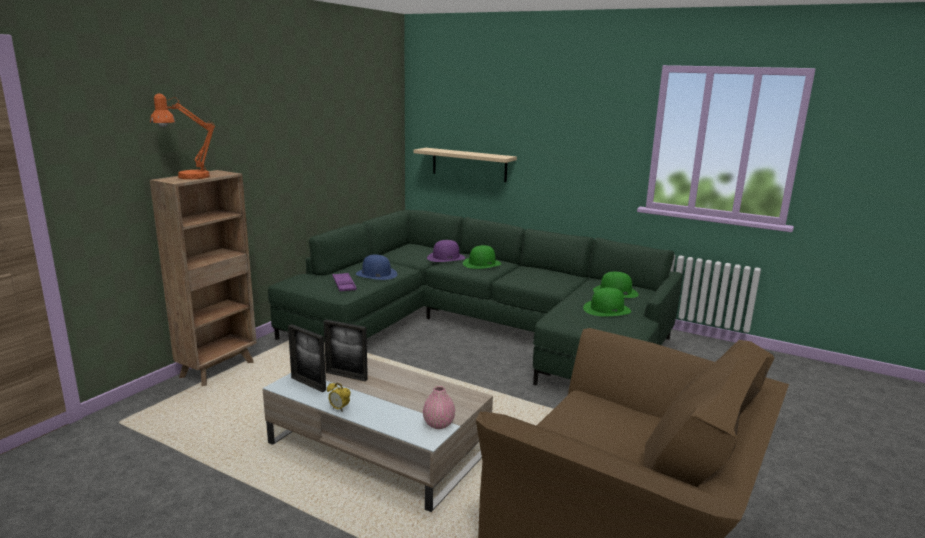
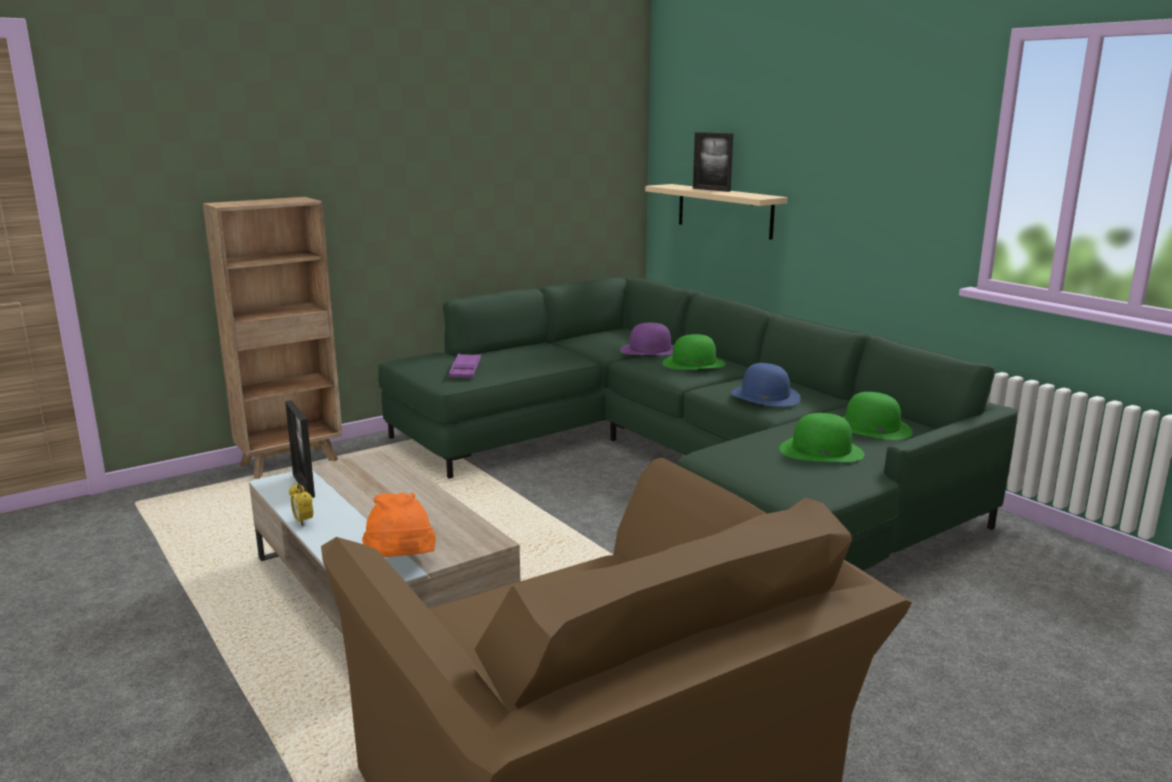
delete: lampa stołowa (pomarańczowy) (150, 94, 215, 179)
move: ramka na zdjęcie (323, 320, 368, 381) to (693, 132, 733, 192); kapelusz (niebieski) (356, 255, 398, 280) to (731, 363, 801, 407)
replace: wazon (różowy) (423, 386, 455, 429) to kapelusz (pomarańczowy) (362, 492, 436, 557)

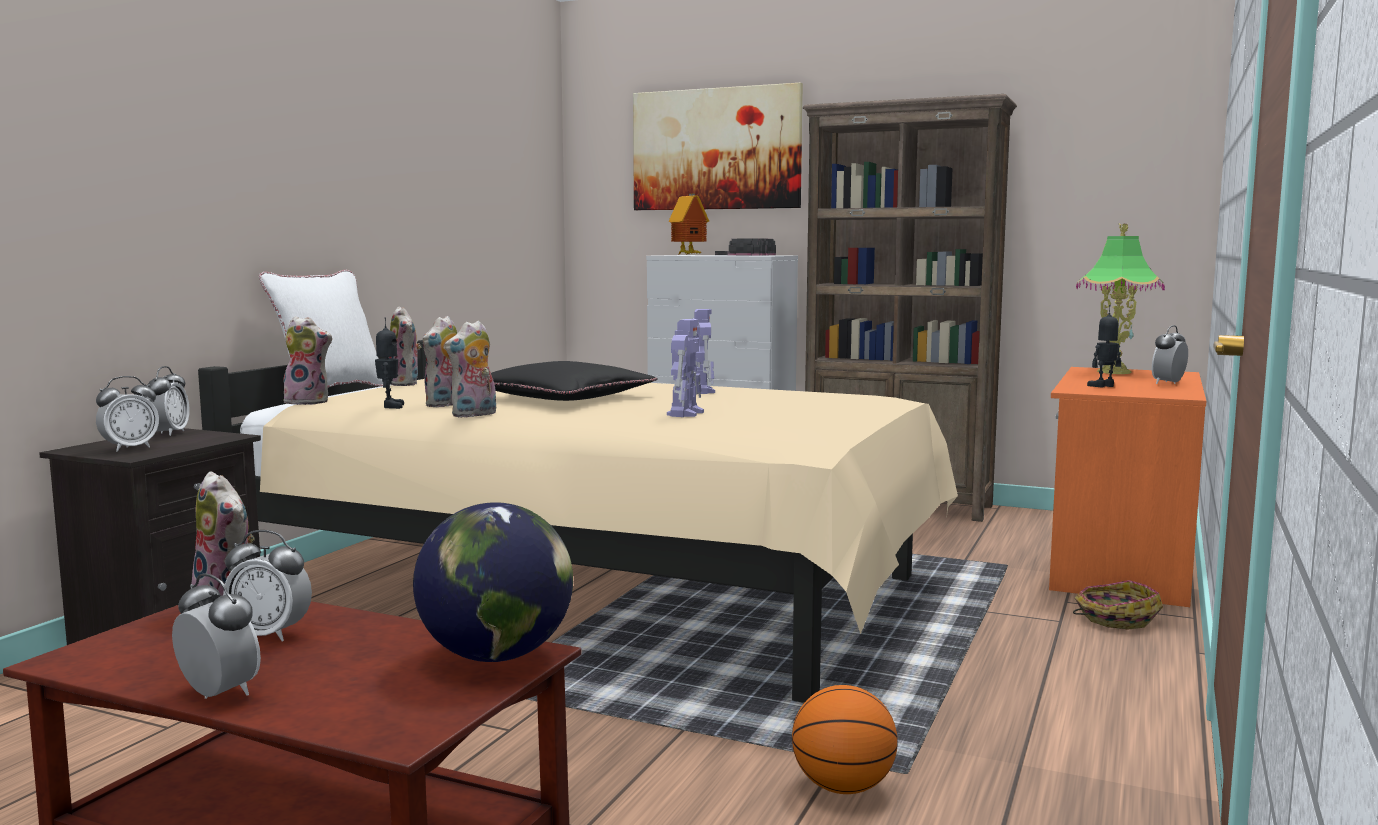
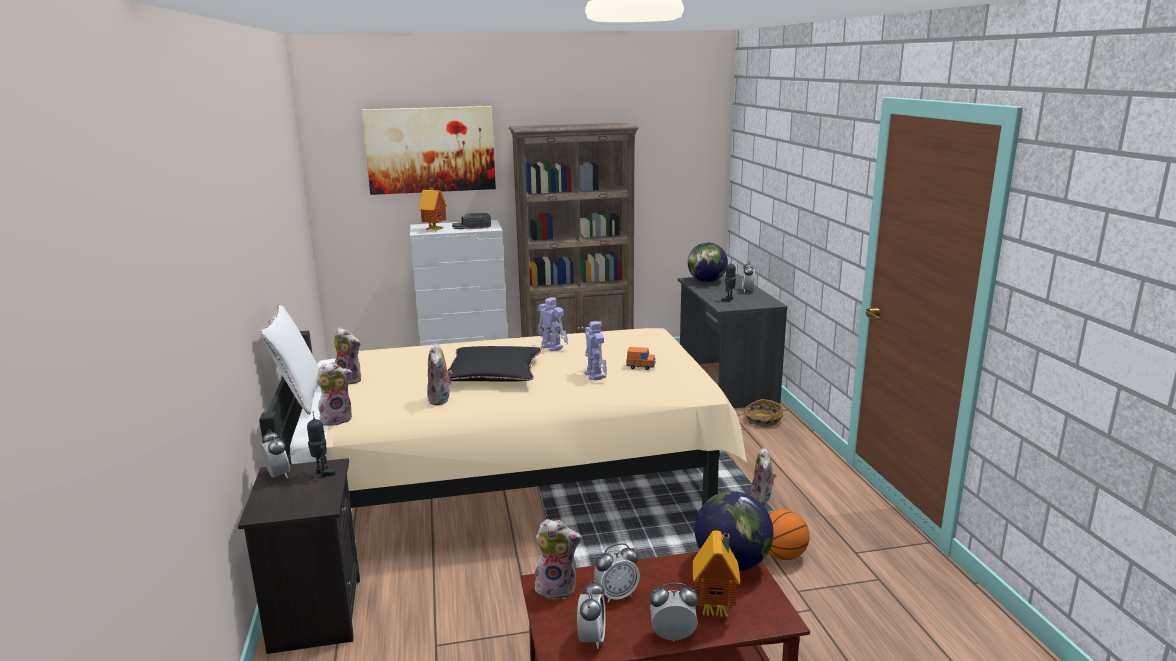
insert: samochodzik (pomarańczowy) (626, 347, 656, 370); domek (693, 530, 740, 618)
move: budzik (96, 376, 159, 452) to (577, 580, 606, 649); robot zabawkowy (375, 317, 404, 409) to (307, 412, 336, 477); pluszak (444, 321, 496, 418) to (751, 447, 777, 503)
replace: lampa stołowa (1076, 224, 1165, 374) to globus (688, 243, 728, 283)
recolor: biurko (pomarańczowy) (1049, 367, 1206, 607) to biurko (szary) (678, 274, 788, 408)

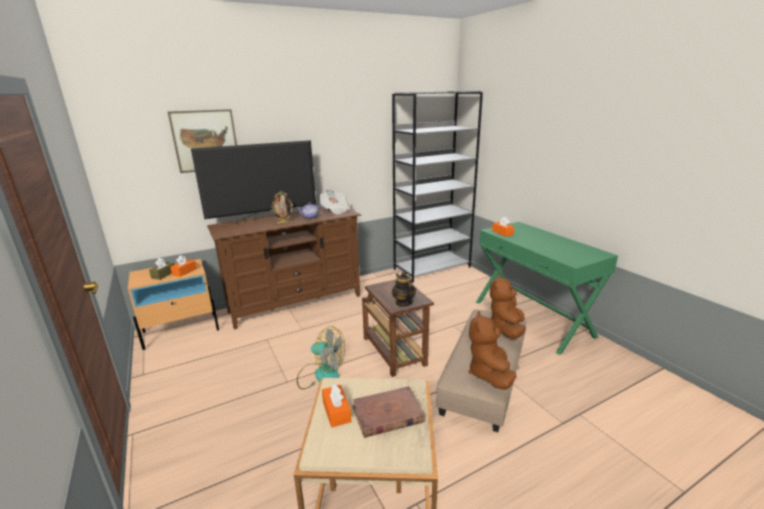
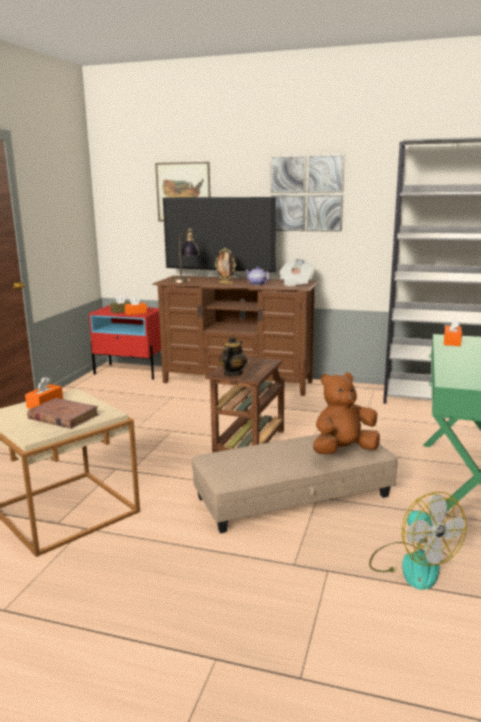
delete: pluszak (brązowy) (469, 311, 516, 390)
insert: lampa stołowa (172, 229, 200, 283); obraz (271, 154, 345, 232)
move: wentylator (297, 326, 345, 389) to (369, 492, 466, 590)
recolor: szafka nocna (beżowy) (128, 259, 219, 350) to szafka nocna (czerwony) (89, 305, 161, 380)

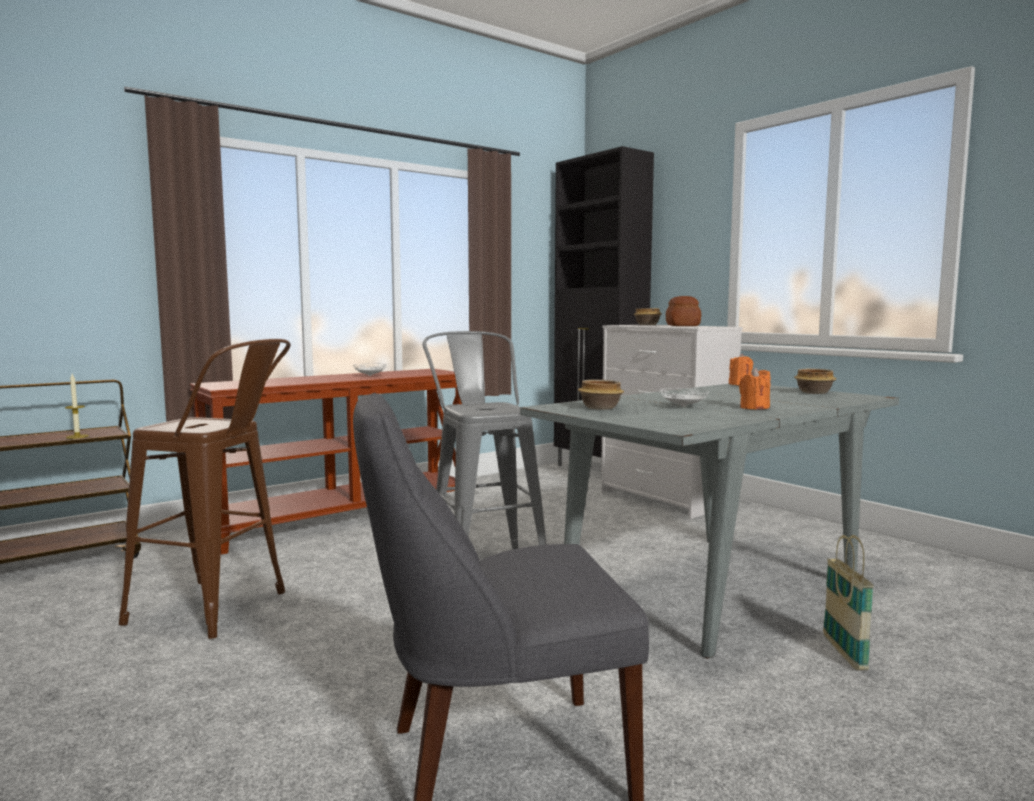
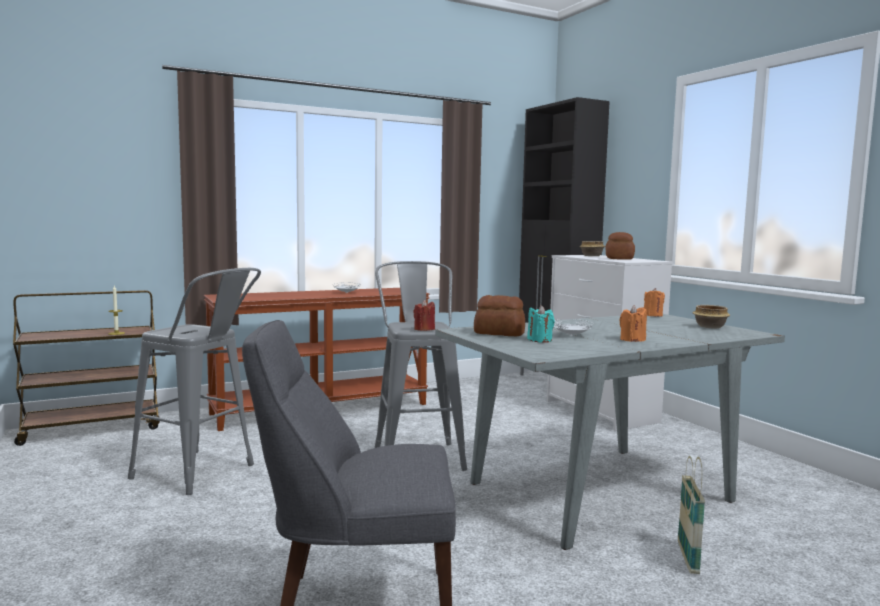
insert: świeca (czerwony) (413, 300, 435, 331); świeca (turkusowy) (527, 305, 555, 343)
replace: miska (578, 380, 624, 410) to chleb (474, 295, 525, 336)
recolor: stołek (brązowy) (119, 339, 291, 639) to stołek (szary) (128, 268, 261, 495)

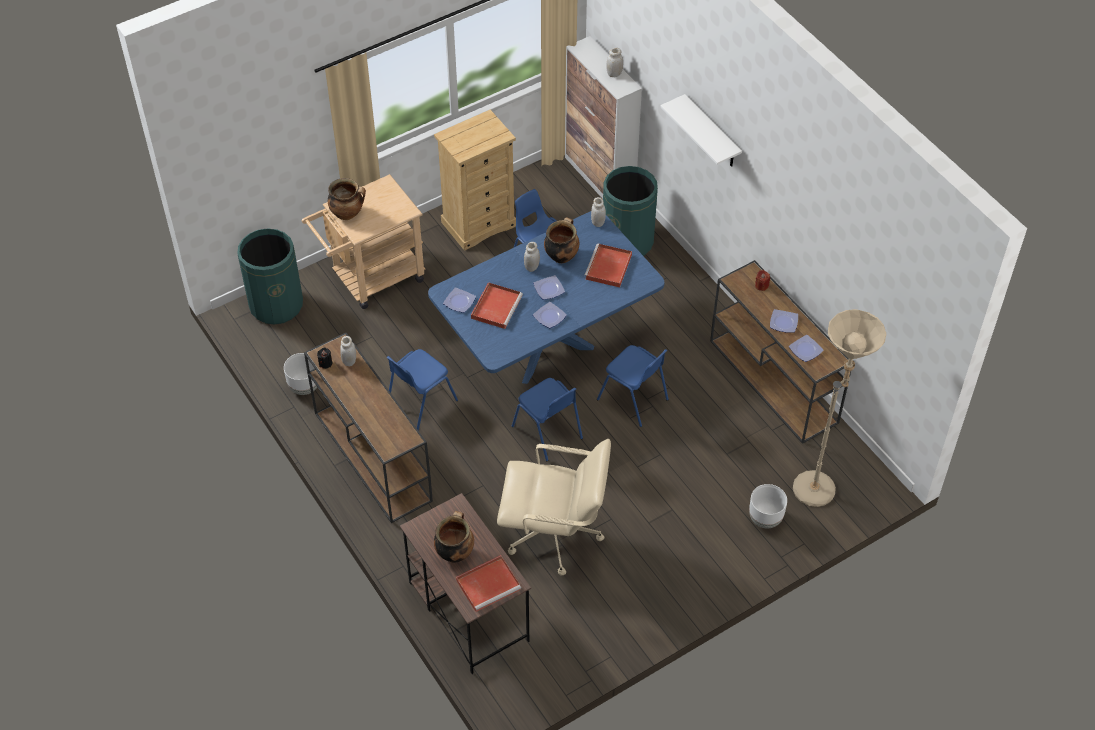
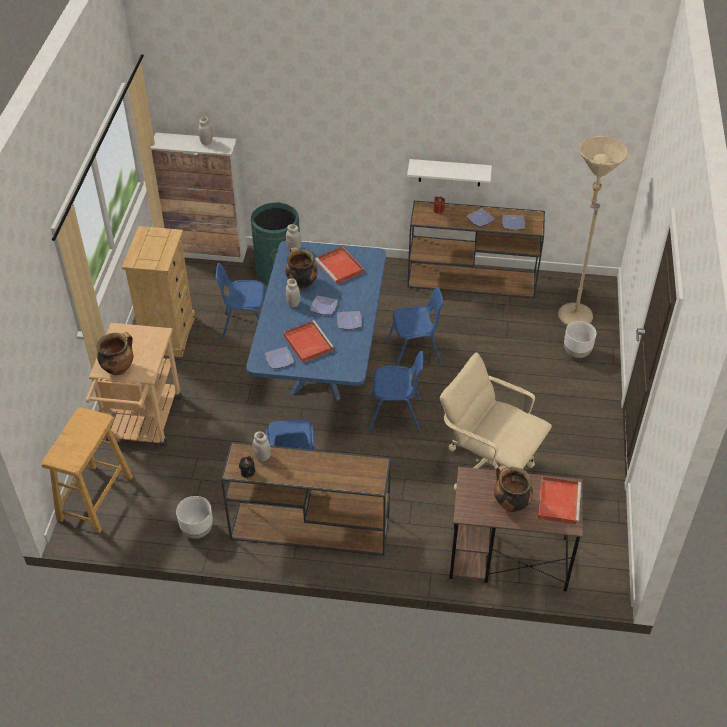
move: półka (biały) (660, 94, 742, 167) to (407, 159, 492, 186)
replace: kosz na śmieci (zielony) (237, 228, 303, 324) to stołek (beżowy) (41, 407, 133, 533)
rotate: krzesło biurowe (beżowy) (497, 439, 611, 575) = (440, 353, 552, 490) 105 degrees counterclockwise

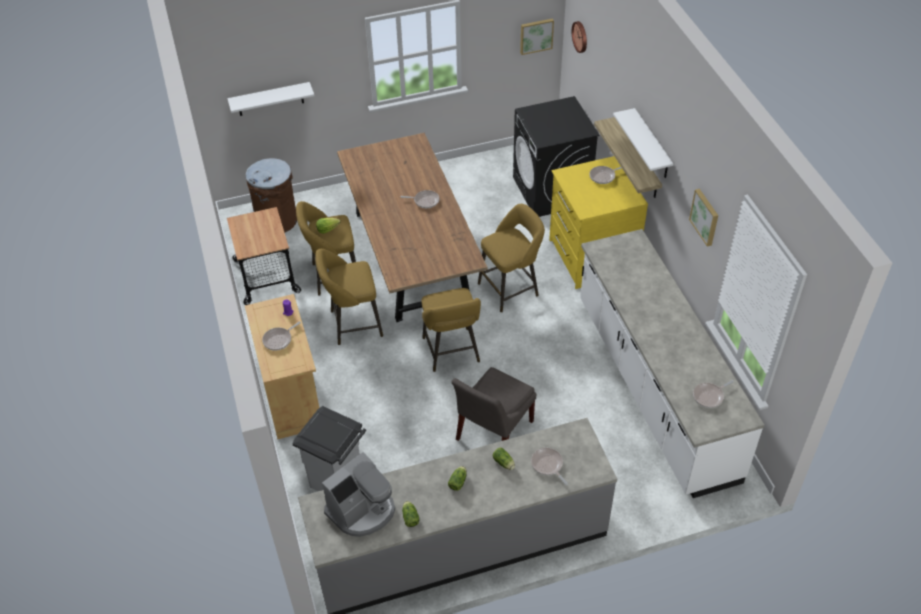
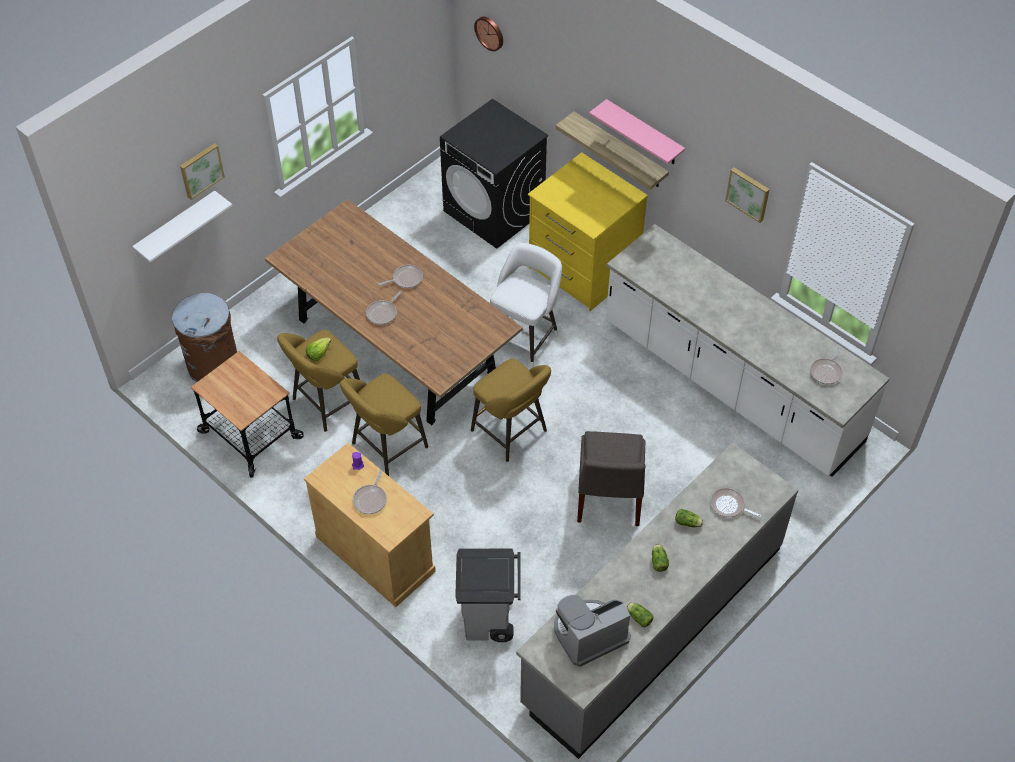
move: obraz (520, 18, 554, 55) to (180, 143, 225, 200); patelnia (590, 166, 622, 184) to (366, 291, 402, 325)
recolor: stołek (żółty) (478, 204, 545, 313) to stołek (biały) (490, 243, 562, 368); półka (biały) (613, 108, 673, 178) to półka (różowy) (589, 99, 685, 164)
rotate: ekspres do kawy (322, 452, 395, 537) = (554, 595, 631, 667) 135 degrees counterclockwise

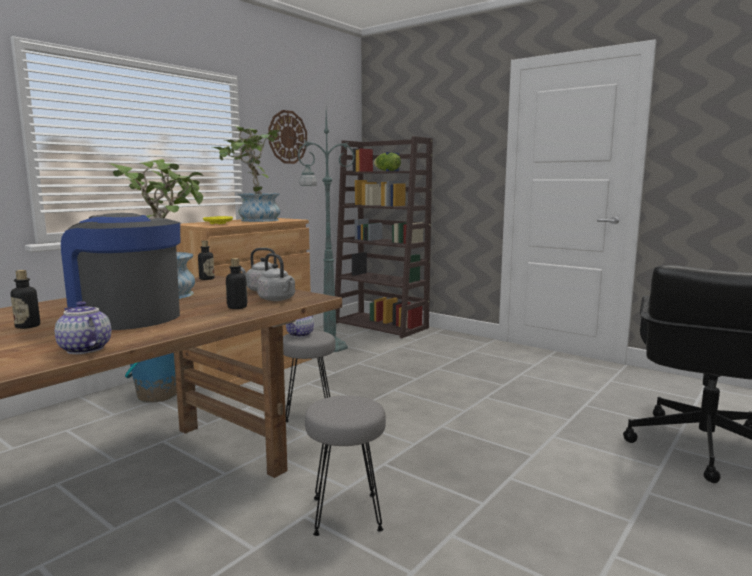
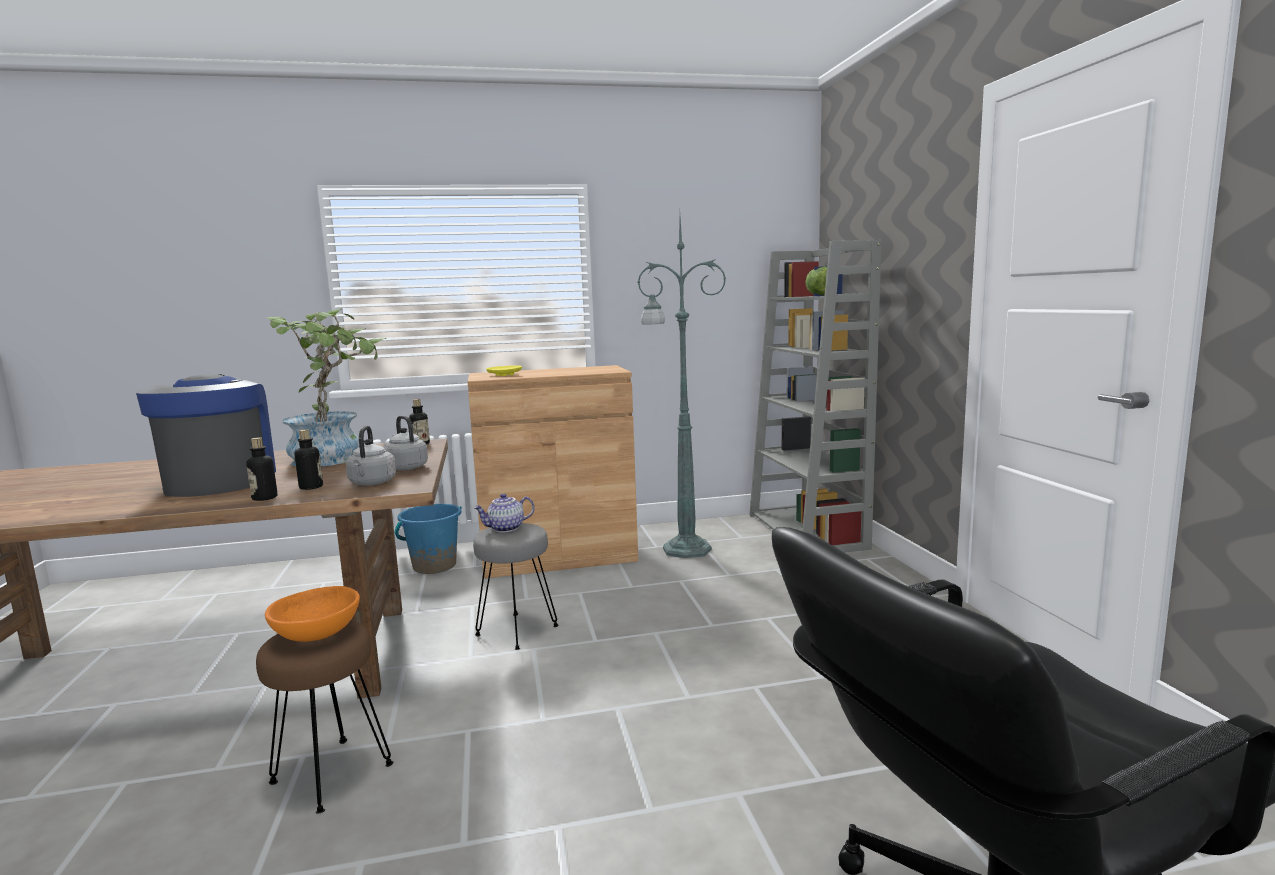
delete: imbryk (55, 301, 111, 354); roślina doniczkowa (214, 126, 280, 222); zegar ścienny (268, 110, 307, 164)
insert: miska (pomarańczowy) (265, 586, 360, 642)
move: butelka (11, 270, 40, 329) to (246, 437, 278, 501)
recolor: stołek (szary) (305, 395, 386, 536) to stołek (brązowy) (256, 620, 393, 814); regał (brązowy) (335, 136, 433, 338) to regał (szary) (749, 240, 882, 553)

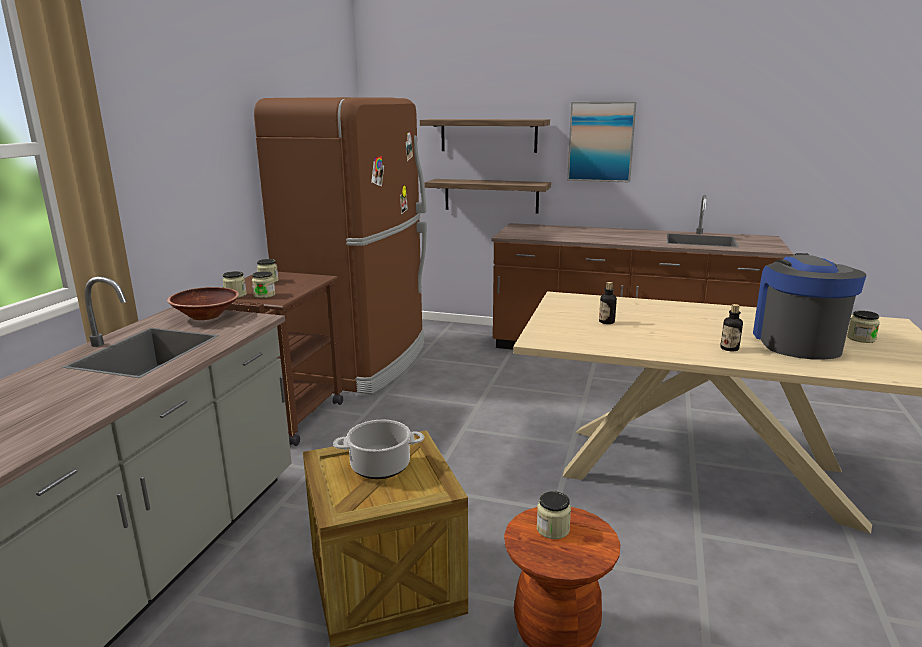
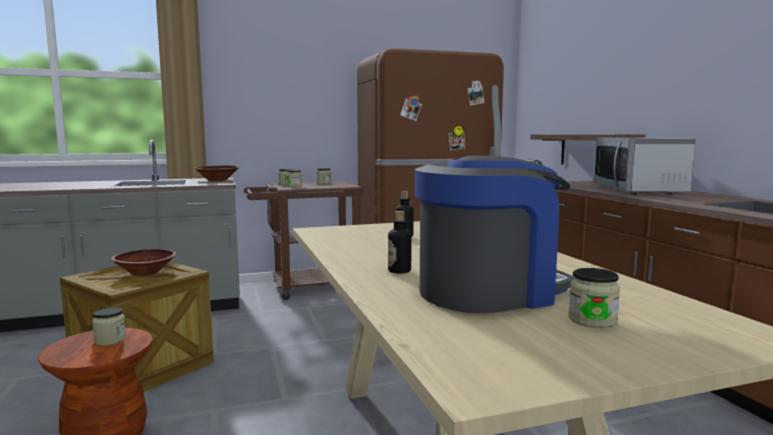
delete: półka (420, 119, 550, 153); obraz (567, 102, 637, 182)
insert: mikrofalówka (593, 138, 696, 194)
replace: garnek (333, 420, 424, 479) to miska (brązowy) (111, 249, 176, 276)

